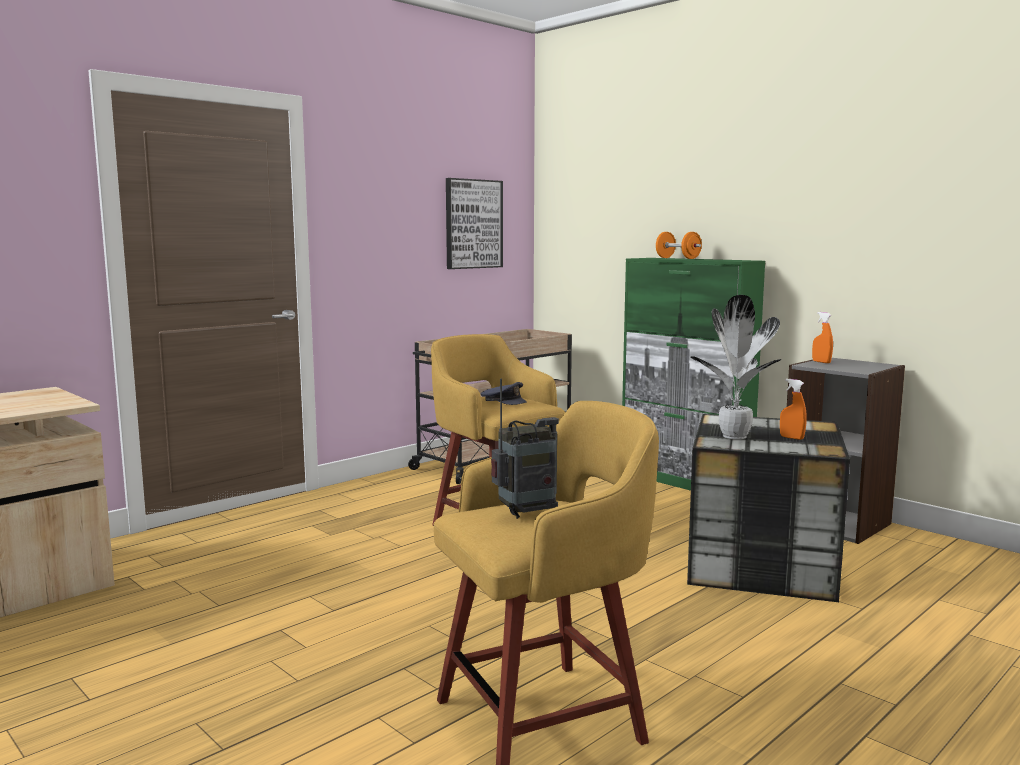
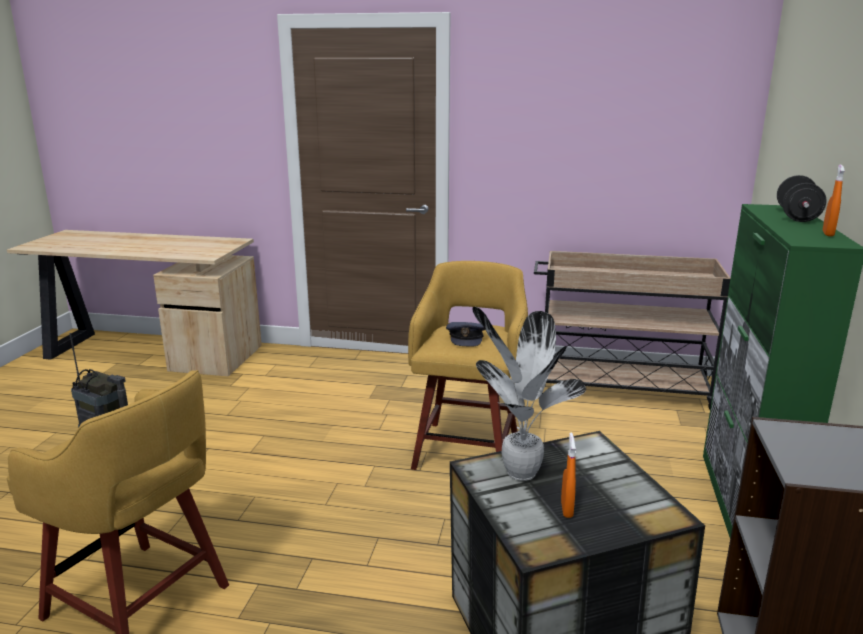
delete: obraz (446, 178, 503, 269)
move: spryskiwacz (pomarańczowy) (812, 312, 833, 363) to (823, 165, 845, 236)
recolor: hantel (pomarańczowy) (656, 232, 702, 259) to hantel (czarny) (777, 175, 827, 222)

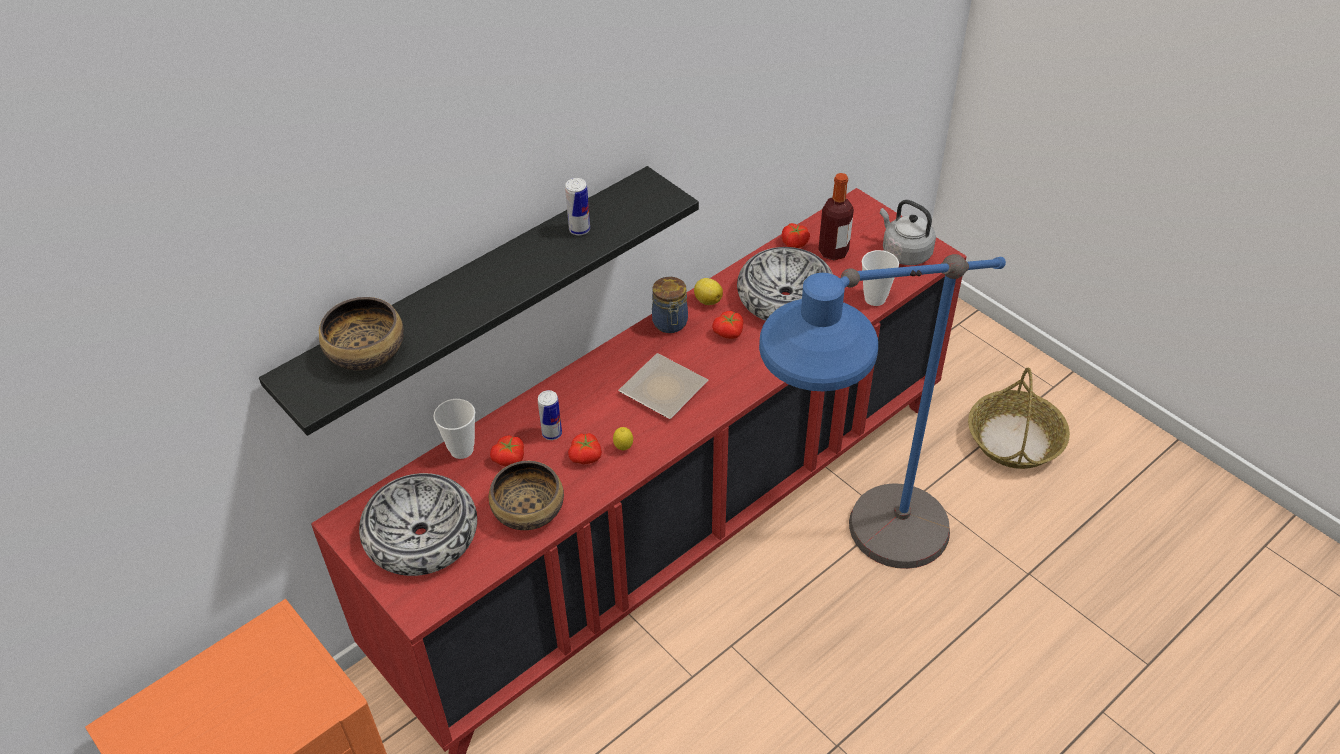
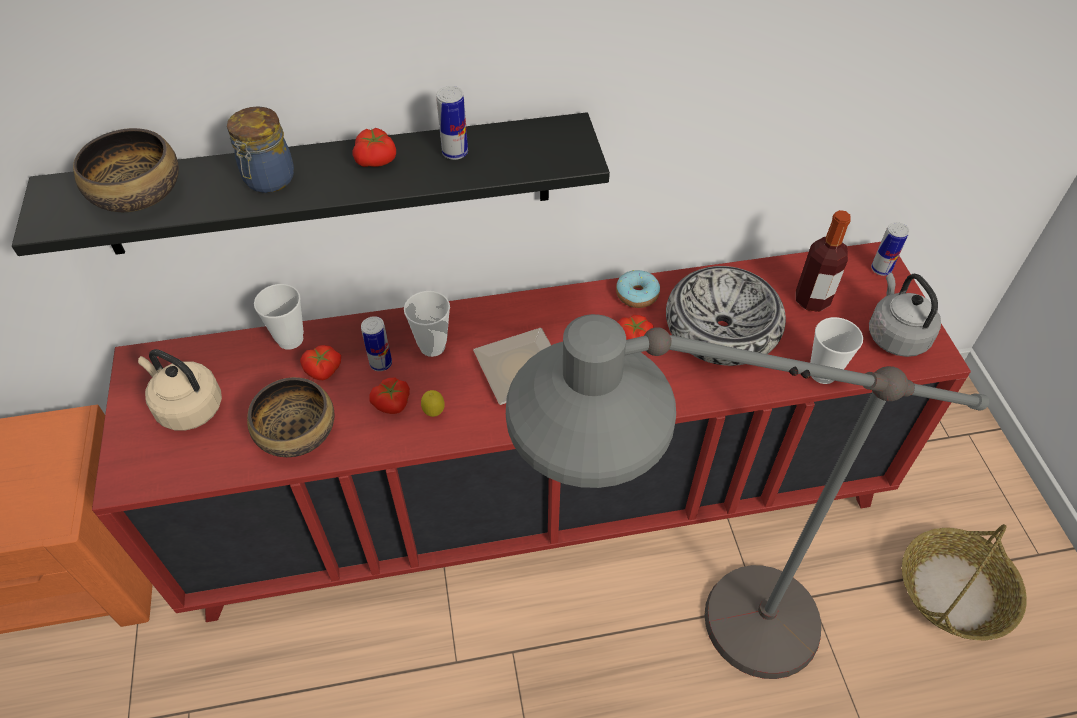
insert: filiżanka (404, 291, 450, 357); puszka (871, 222, 909, 276)
move: słoik (652, 277, 688, 333) to (227, 106, 294, 193); pomidor (781, 223, 810, 248) to (353, 128, 396, 167)
replace: miska (359, 473, 477, 576) to czajnik (beżowy) (138, 349, 222, 431); cytryna (694, 278, 723, 305) to donut (616, 270, 660, 308)
recolor: lampa stojąca (niebieski) (759, 254, 1006, 569) to lampa stojąca (szary) (506, 314, 989, 679)

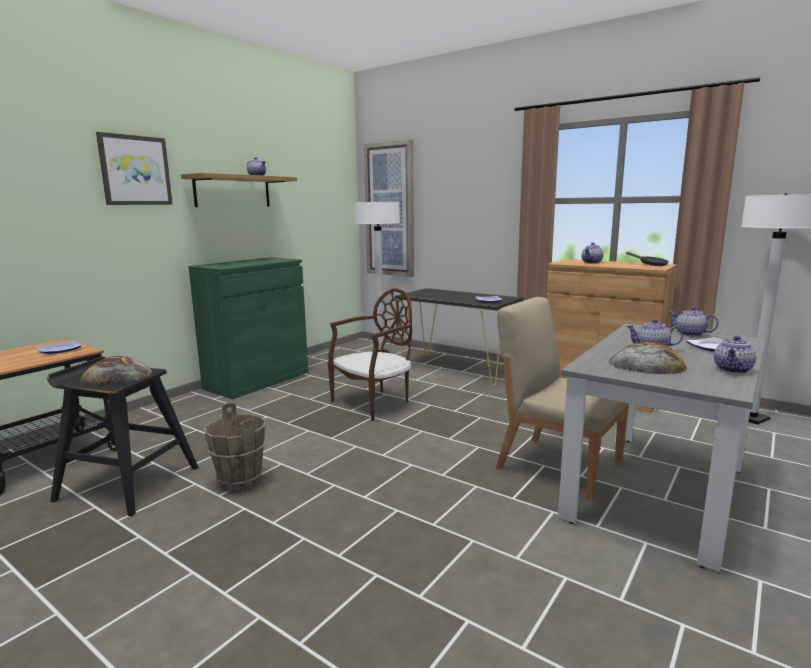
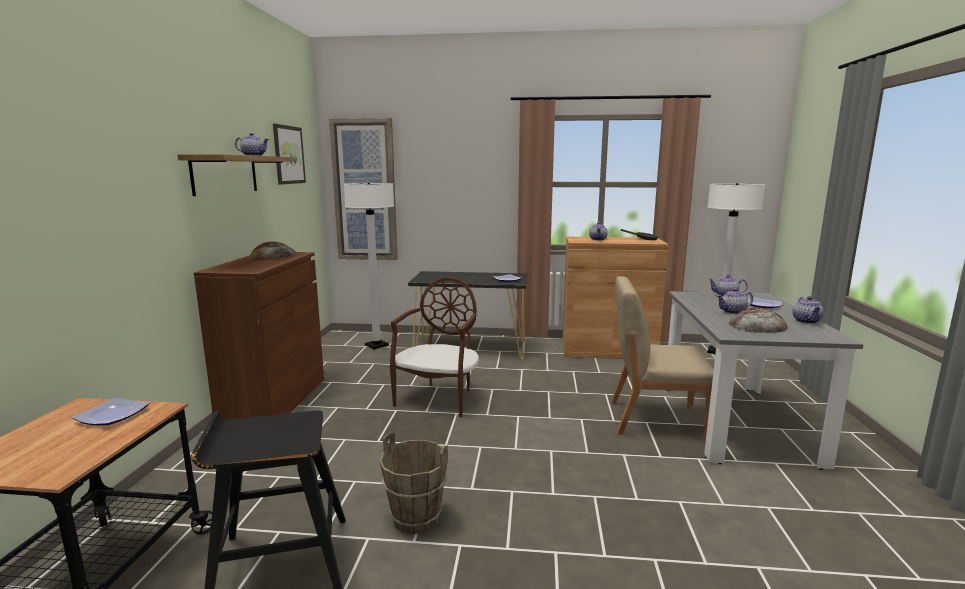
move: chleb (80, 356, 152, 385) to (249, 242, 297, 260); obraz (96, 132, 173, 205) to (273, 124, 306, 185)
recolor: szafka (zielony) (189, 257, 308, 399) to szafka (brązowy) (194, 252, 324, 419)

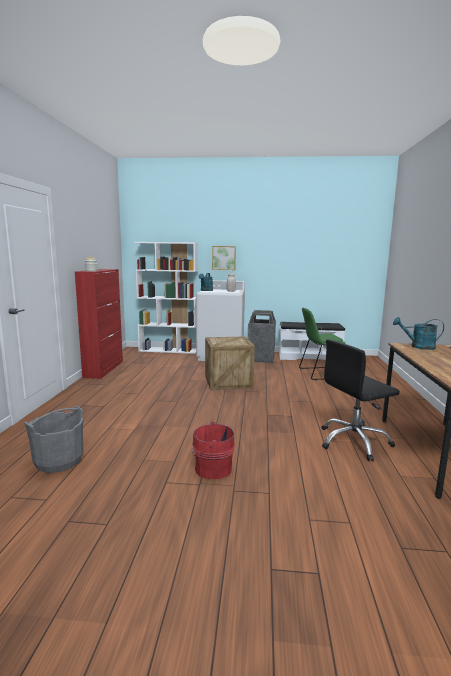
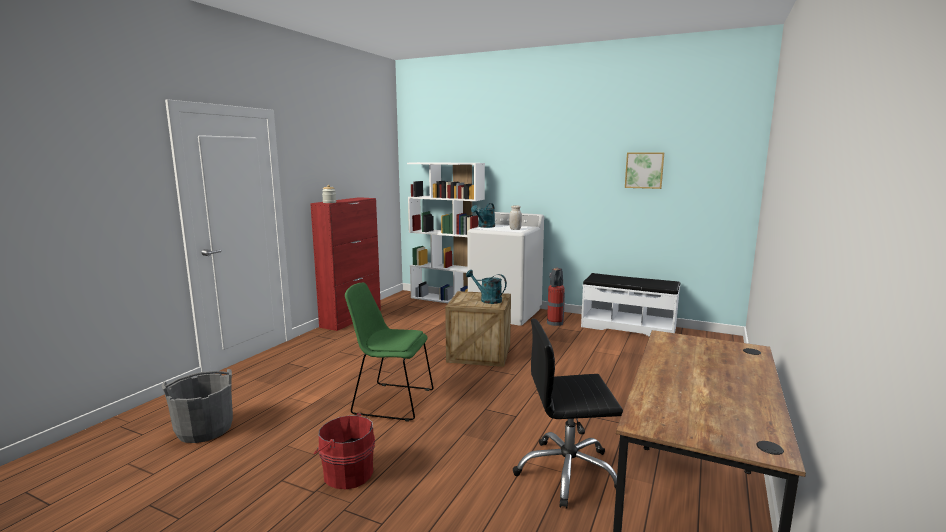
move: obraz (212, 246, 236, 270) to (625, 153, 664, 189); krzesło (zielony) (299, 308, 346, 380) to (345, 283, 433, 421); konewka (turkusowy) (393, 317, 444, 350) to (466, 270, 507, 304)
replace: kosz na śmieci (248, 310, 276, 363) to gaśnica (547, 268, 565, 326)

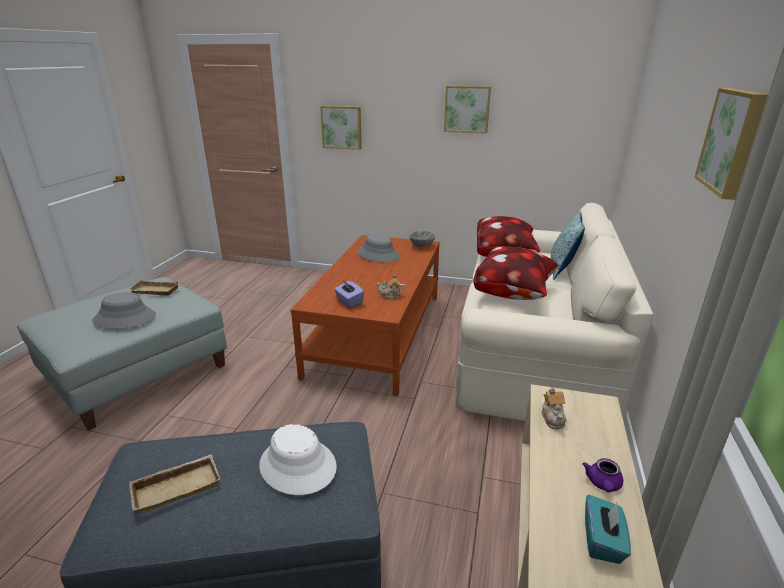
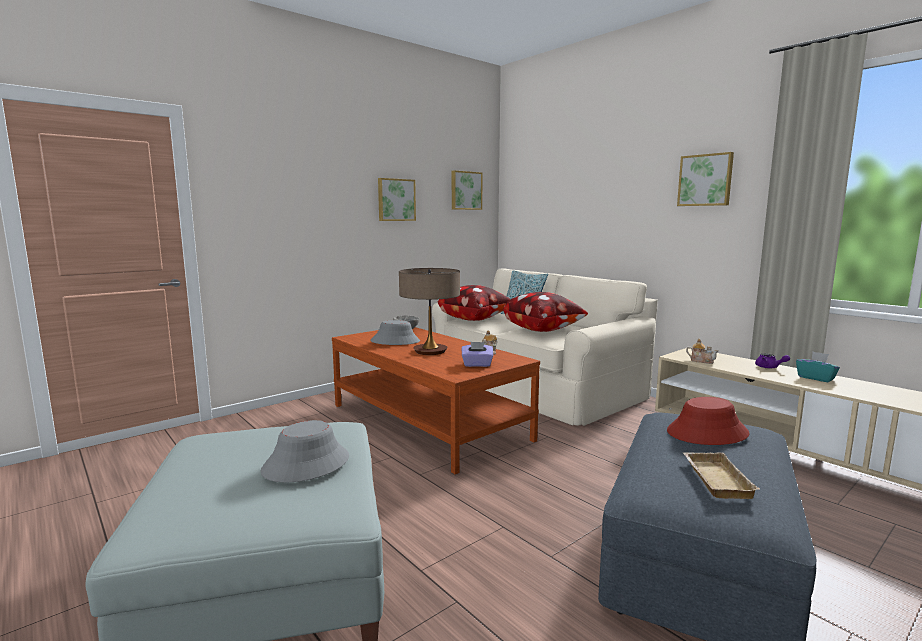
delete: taca (beżowy) (128, 280, 180, 296)
insert: lampa stołowa (399, 268, 460, 355)
move: obraz (320, 106, 362, 150) to (452, 170, 483, 210)
recolor: kapelusz (biały) (259, 424, 337, 495) to kapelusz (czerwony) (667, 397, 749, 445)

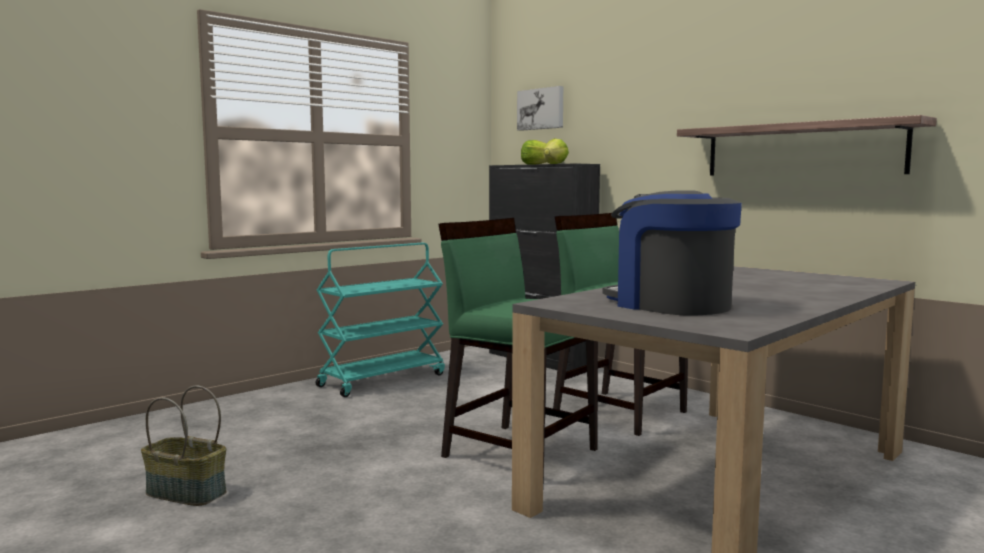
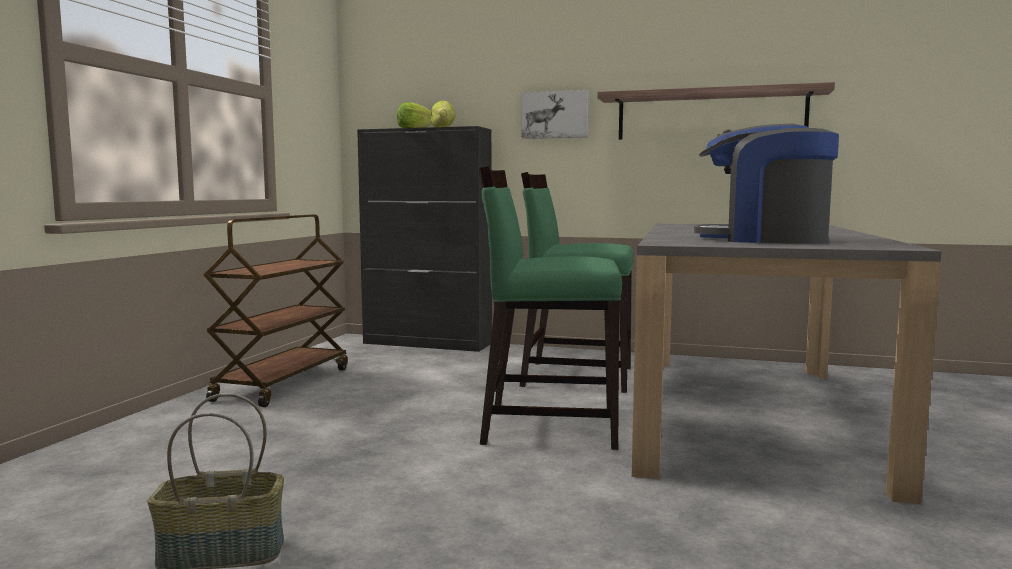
move: obraz (517, 86, 563, 131) to (521, 90, 589, 139)
recolor: wózek (turkusowy) (315, 243, 445, 397) to wózek (brązowy) (203, 214, 348, 407)

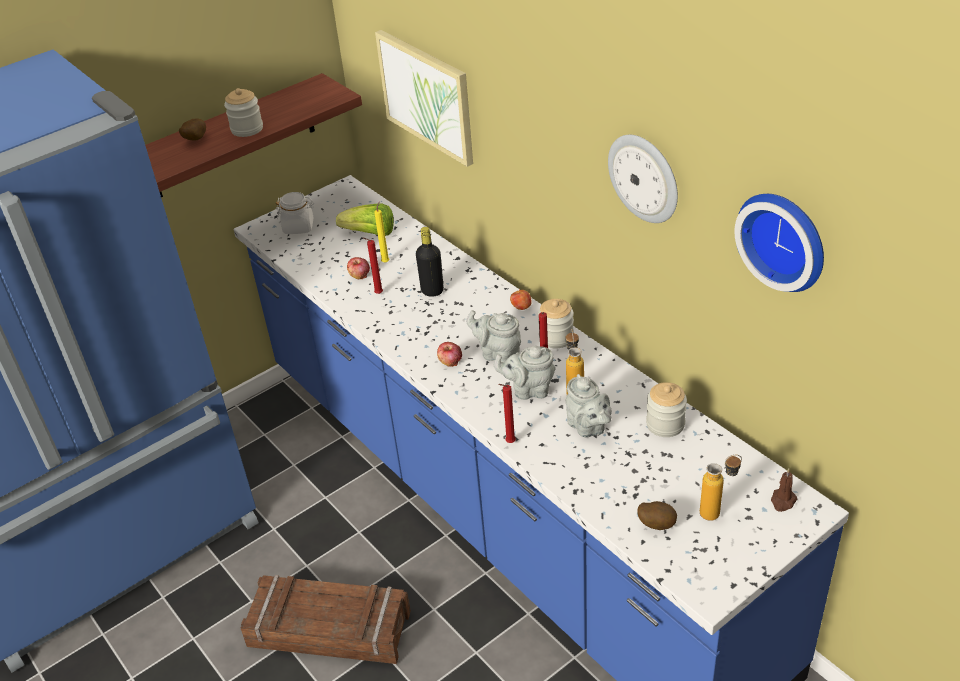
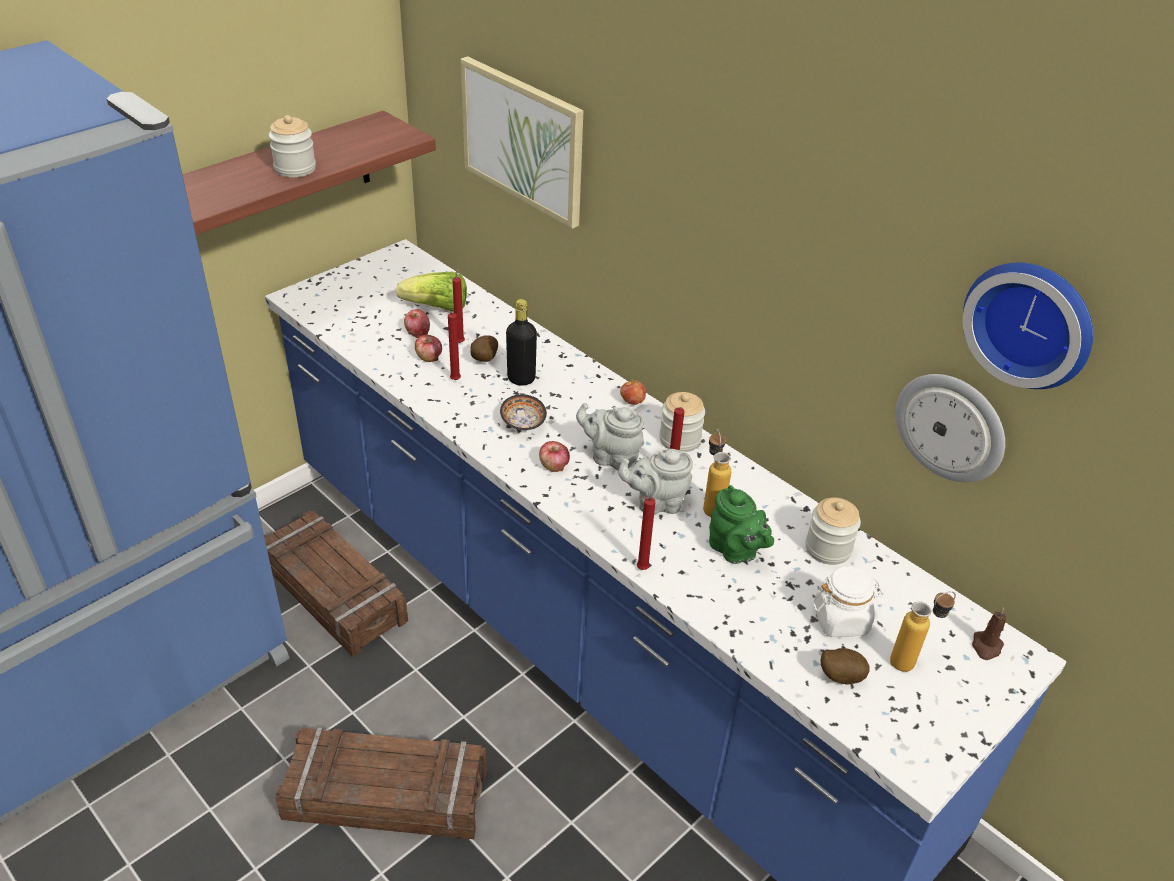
insert: skrzynka (264, 511, 408, 657); jabłko (404, 309, 430, 338); miska (500, 394, 547, 431)
move: ziemniak (179, 118, 206, 141) to (470, 336, 498, 362); słoik (biały) (276, 192, 314, 234) to (813, 566, 883, 637); zegar ścienny (608, 135, 678, 223) to (896, 374, 1005, 482)
recolor: świeca (żółty) (374, 202, 389, 263) to świeca (czerwony) (452, 267, 465, 343); imbryk (szary) (566, 374, 612, 438) to imbryk (zielony) (709, 485, 774, 564)

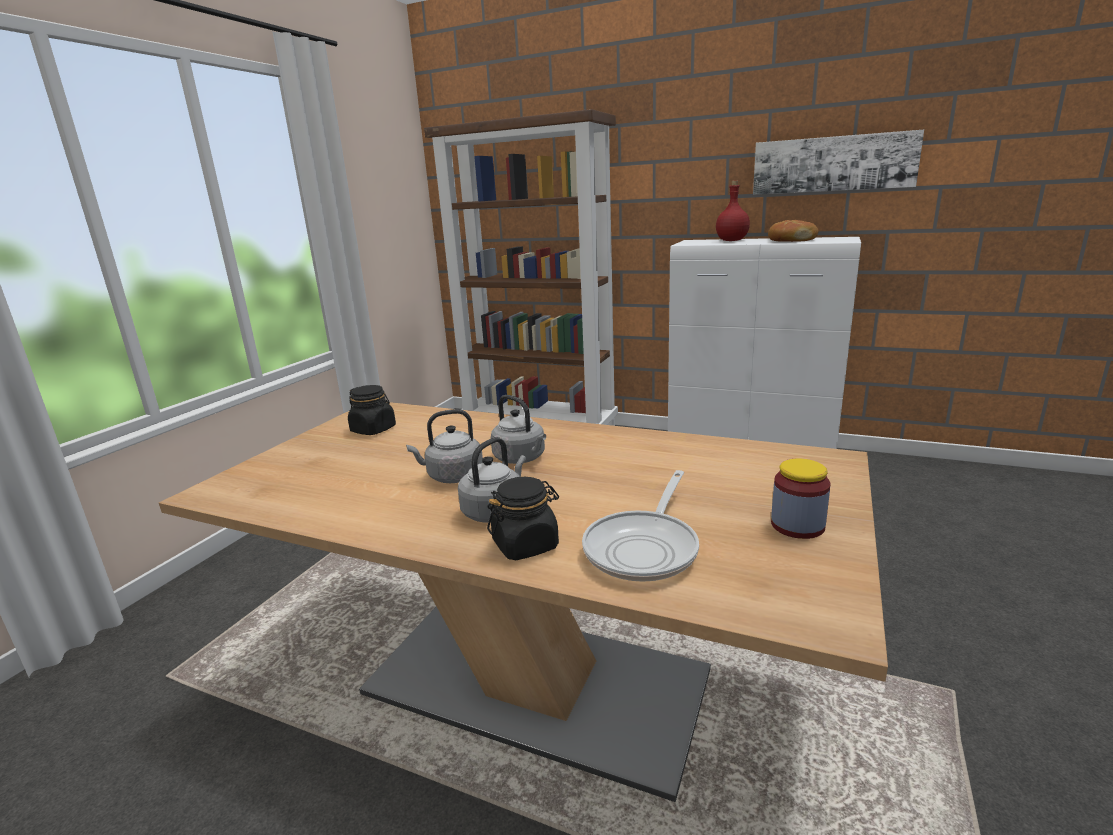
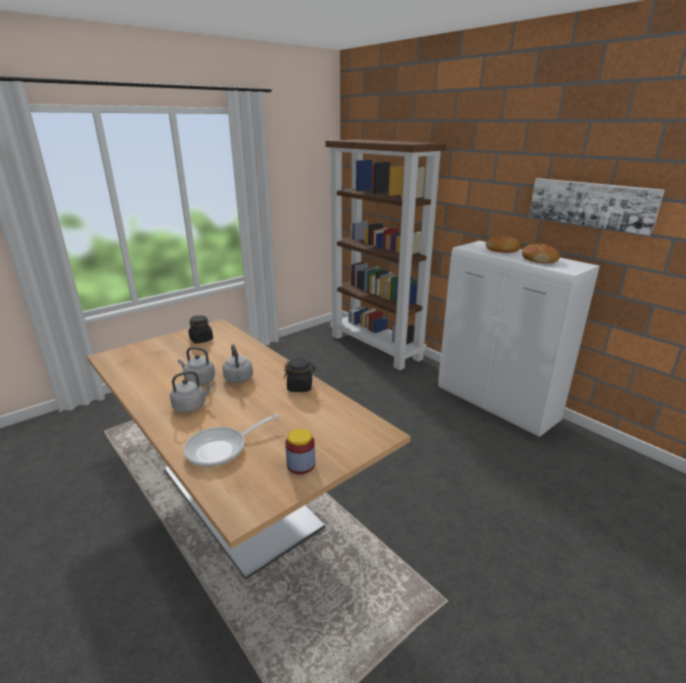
move: słoik (czarny) (487, 477, 559, 560) to (284, 358, 315, 392)
replace: butelka (czerwony) (716, 180, 750, 241) to chleb (486, 236, 521, 253)

